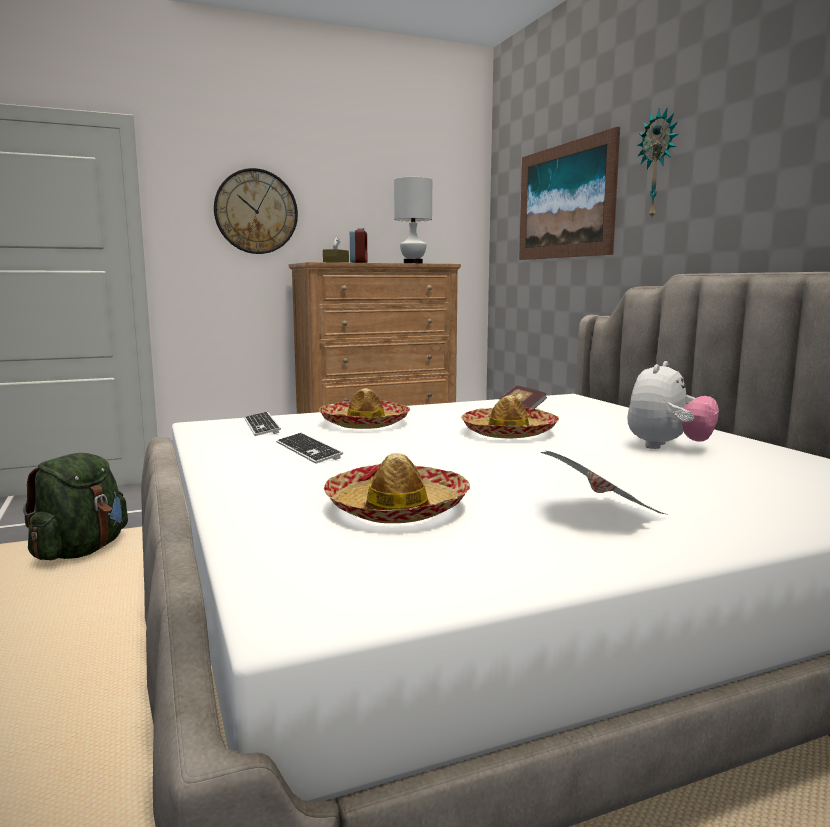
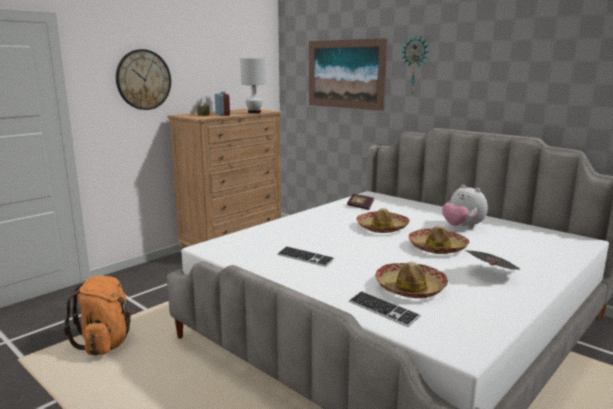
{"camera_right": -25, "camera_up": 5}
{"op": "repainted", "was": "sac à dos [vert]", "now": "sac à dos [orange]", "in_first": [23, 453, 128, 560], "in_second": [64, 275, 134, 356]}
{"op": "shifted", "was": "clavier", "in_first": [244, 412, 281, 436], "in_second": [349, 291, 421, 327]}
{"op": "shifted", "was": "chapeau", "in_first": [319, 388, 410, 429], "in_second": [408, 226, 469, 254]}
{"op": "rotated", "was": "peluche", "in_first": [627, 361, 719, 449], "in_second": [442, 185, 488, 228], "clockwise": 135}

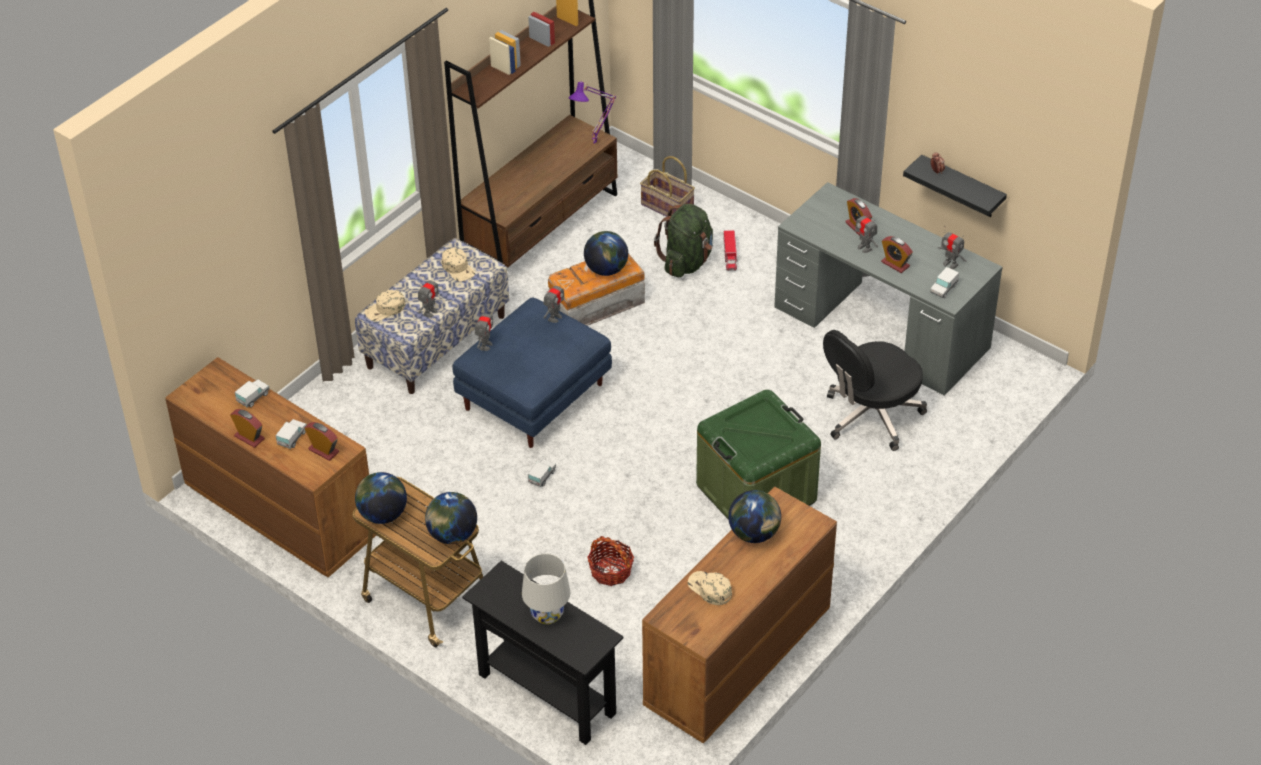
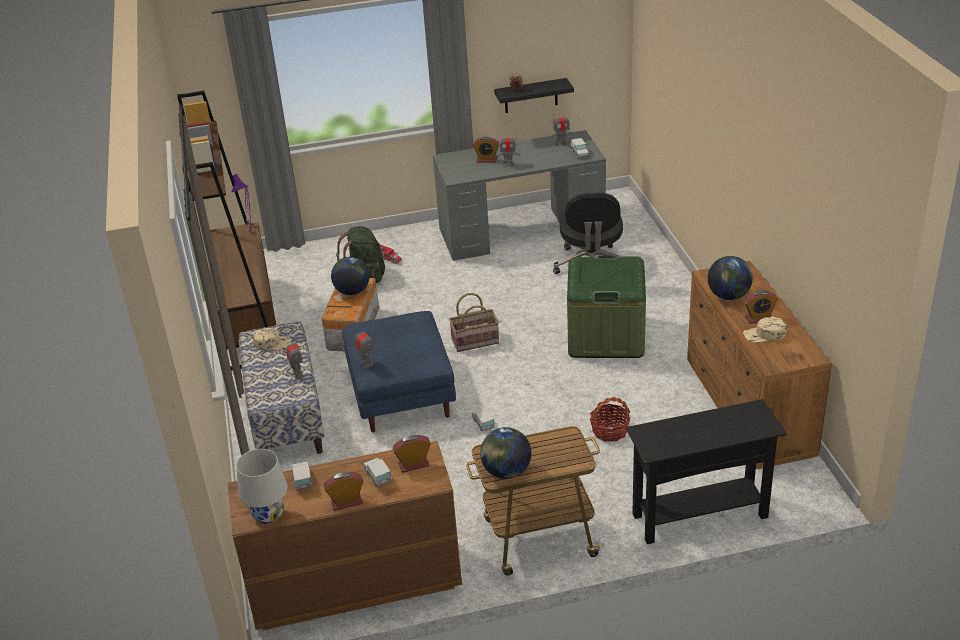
{"camera_right": -50, "camera_up": -10}
{"op": "gone", "was": "casquette [beige]", "in_first": [364, 290, 405, 321]}
{"op": "gone", "was": "globe", "in_first": [425, 492, 477, 544]}
{"op": "shifted", "was": "lampe de table [blanc]", "in_first": [522, 553, 570, 624], "in_second": [236, 449, 288, 524]}
{"op": "gone", "was": "robot jouet", "in_first": [544, 279, 564, 323]}
{"op": "shifted", "was": "panier", "in_first": [640, 156, 695, 217], "in_second": [449, 293, 499, 352]}
{"op": "shifted", "was": "réveil", "in_first": [881, 236, 913, 273], "in_second": [744, 290, 778, 324]}

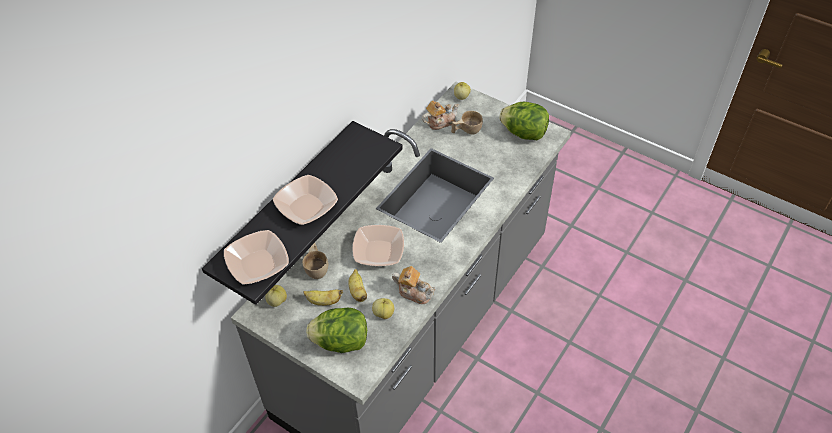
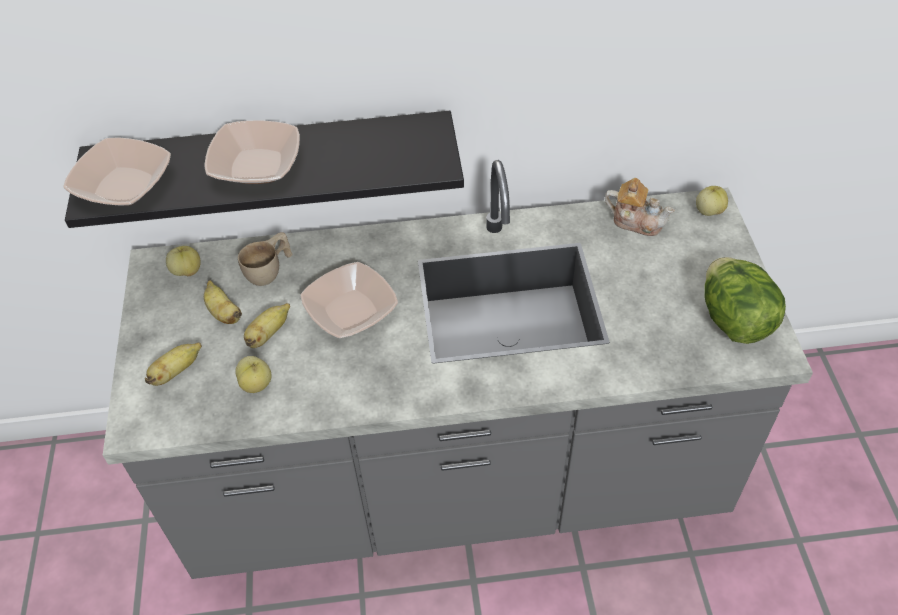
{"camera_right": 50, "camera_up": 0}
{"op": "swapped", "was": "laitue", "now": "banane", "in_first": [306, 308, 367, 353], "in_second": [145, 343, 202, 386]}
{"op": "gone", "was": "théière", "in_first": [392, 266, 435, 304]}
{"op": "gone", "was": "tasse [beige]", "in_first": [451, 111, 483, 134]}

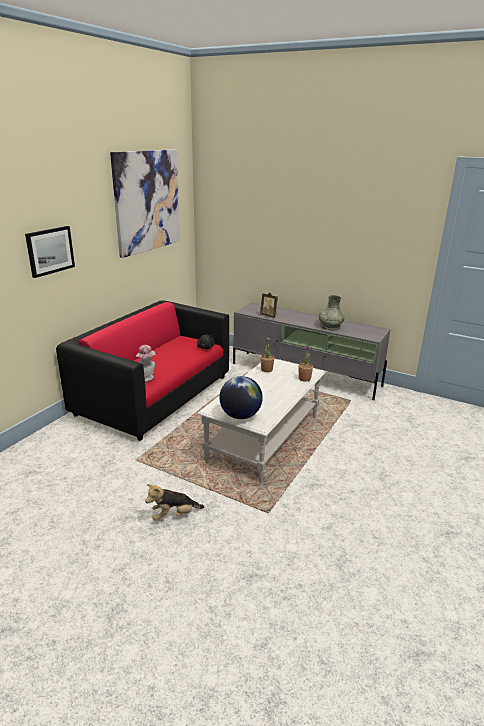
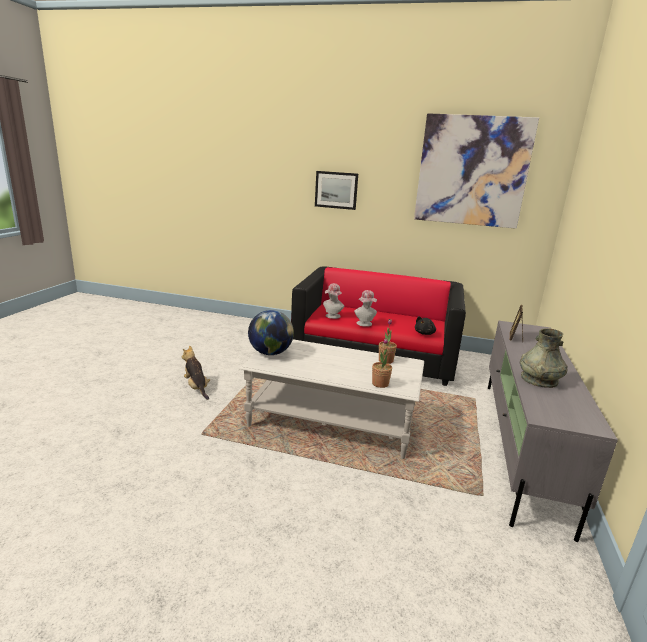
{"camera_right": 75, "camera_up": -5}
{"op": "new", "now": "chapeau", "in_second": [354, 290, 377, 327]}

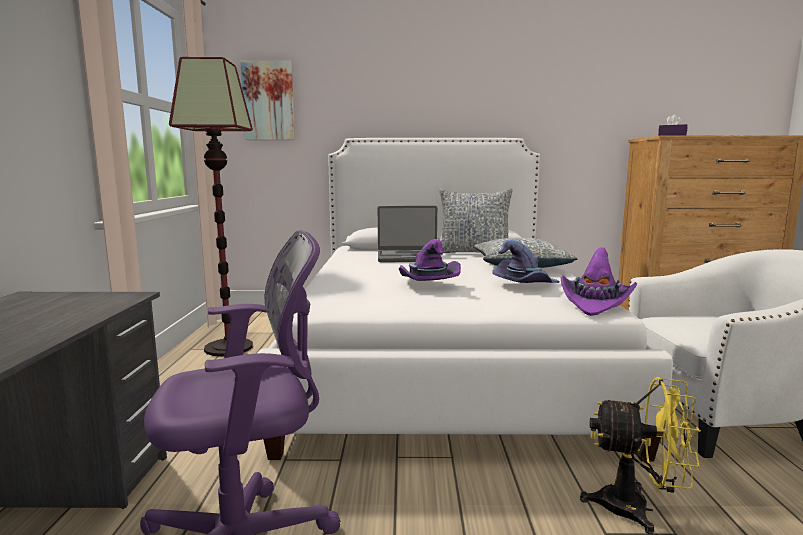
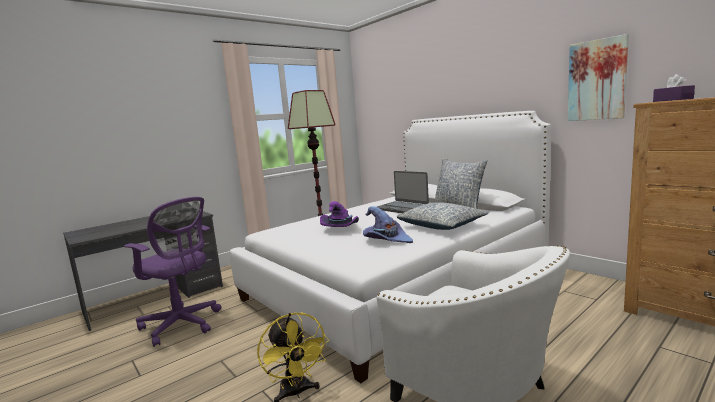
{"camera_right": 50, "camera_up": 0}
{"op": "shifted", "was": "tableau", "in_first": [240, 61, 295, 140], "in_second": [568, 34, 629, 121]}
{"op": "gone", "was": "chapeau [violet]", "in_first": [561, 248, 637, 316]}

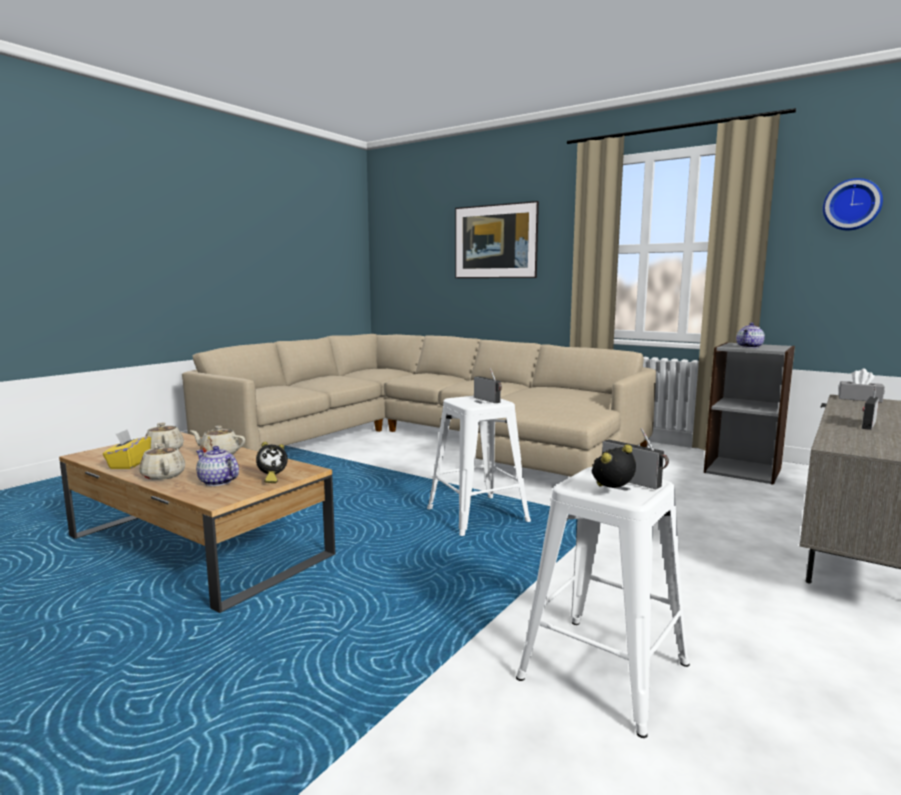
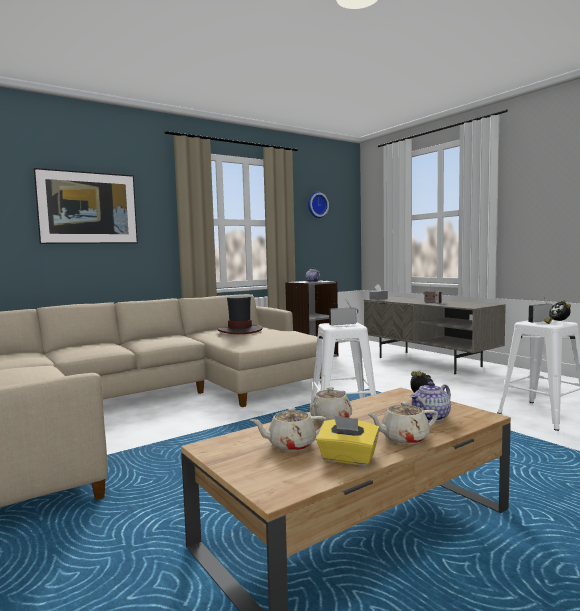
{"camera_right": -70, "camera_up": -5}
{"op": "new", "now": "chapeau", "in_second": [217, 296, 263, 334]}

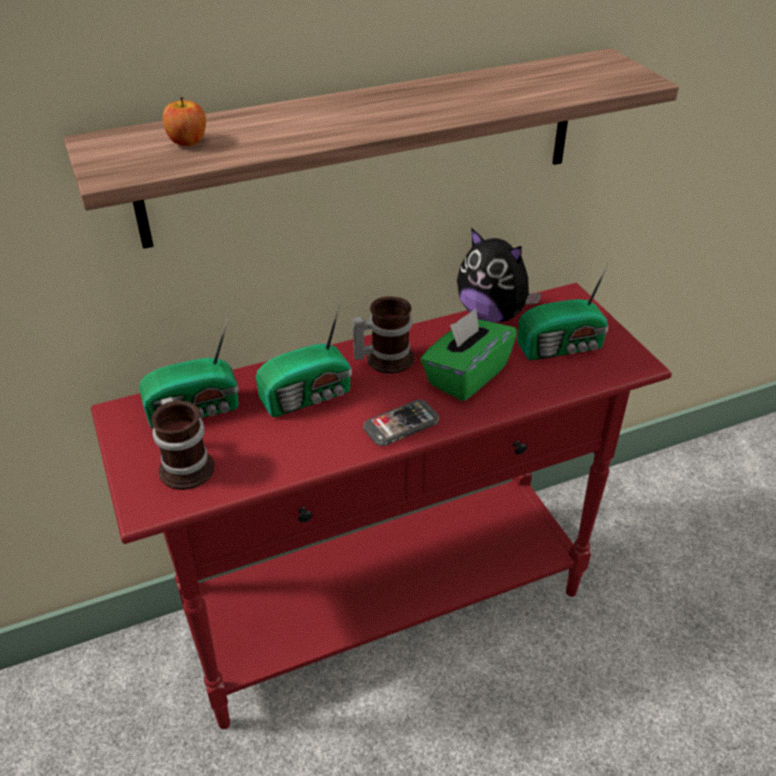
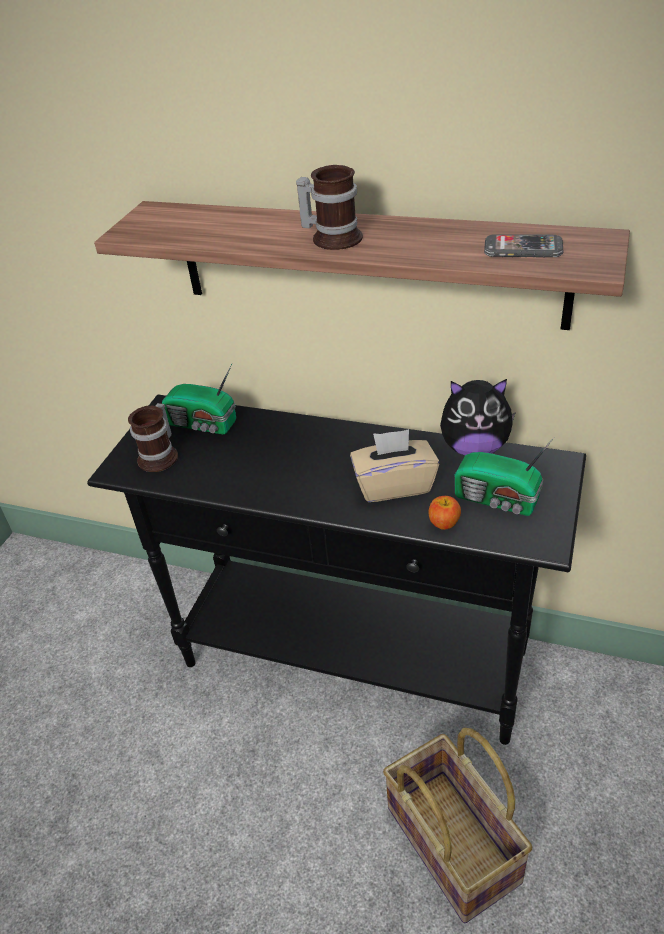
{"camera_right": 45, "camera_up": 0}
{"op": "repainted", "was": "table console [rouge]", "now": "table console [noir]", "in_first": [91, 283, 672, 729], "in_second": [87, 395, 586, 745]}
{"op": "shifted", "was": "pomme", "in_first": [163, 97, 206, 146], "in_second": [428, 496, 461, 530]}
{"op": "gone", "was": "radio", "in_first": [256, 302, 352, 417]}
{"op": "shifted", "was": "mug", "in_first": [353, 296, 414, 374], "in_second": [296, 165, 363, 250]}
{"op": "shifted", "was": "téléphone", "in_first": [363, 399, 439, 446], "in_second": [484, 234, 563, 258]}
{"op": "repainted", "was": "boîte à mouchoirs [vert]", "now": "boîte à mouchoirs [beige]", "in_first": [420, 308, 517, 401], "in_second": [350, 429, 439, 502]}
{"op": "rotated", "was": "peluche", "in_first": [457, 229, 542, 322], "in_second": [440, 379, 516, 455], "clockwise": -75}
{"op": "new", "now": "panier", "in_second": [383, 728, 532, 923]}

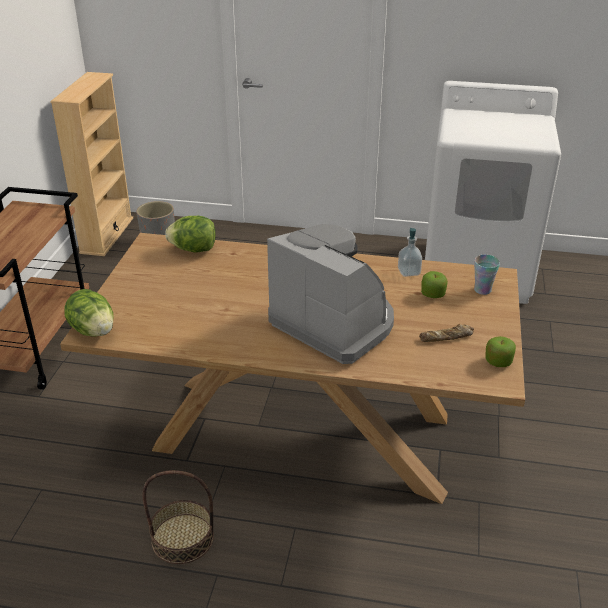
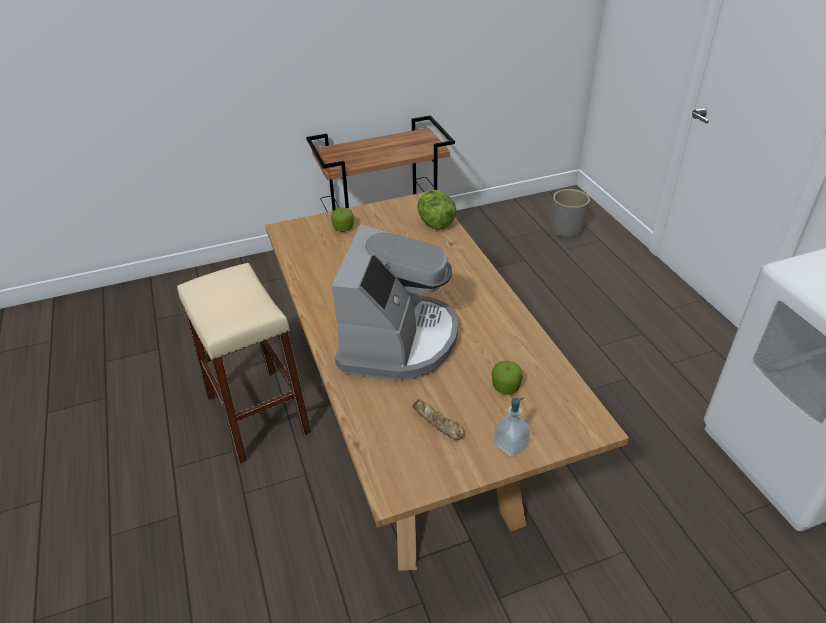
{"camera_right": 60, "camera_up": 5}
{"op": "gone", "was": "bibliothèque [beige]", "in_first": [50, 72, 133, 256]}
{"op": "gone", "was": "laitue", "in_first": [64, 289, 113, 337]}
{"op": "swapped", "was": "panier", "now": "tabouret [beige]", "in_first": [142, 470, 214, 564], "in_second": [177, 263, 311, 463]}
{"op": "shifted", "was": "distributeur de savon", "in_first": [398, 228, 422, 277], "in_second": [494, 398, 530, 457]}
{"op": "gone", "was": "tasse", "in_first": [474, 255, 500, 295]}
{"op": "shifted", "was": "pomme", "in_first": [485, 336, 516, 367], "in_second": [331, 207, 354, 232]}

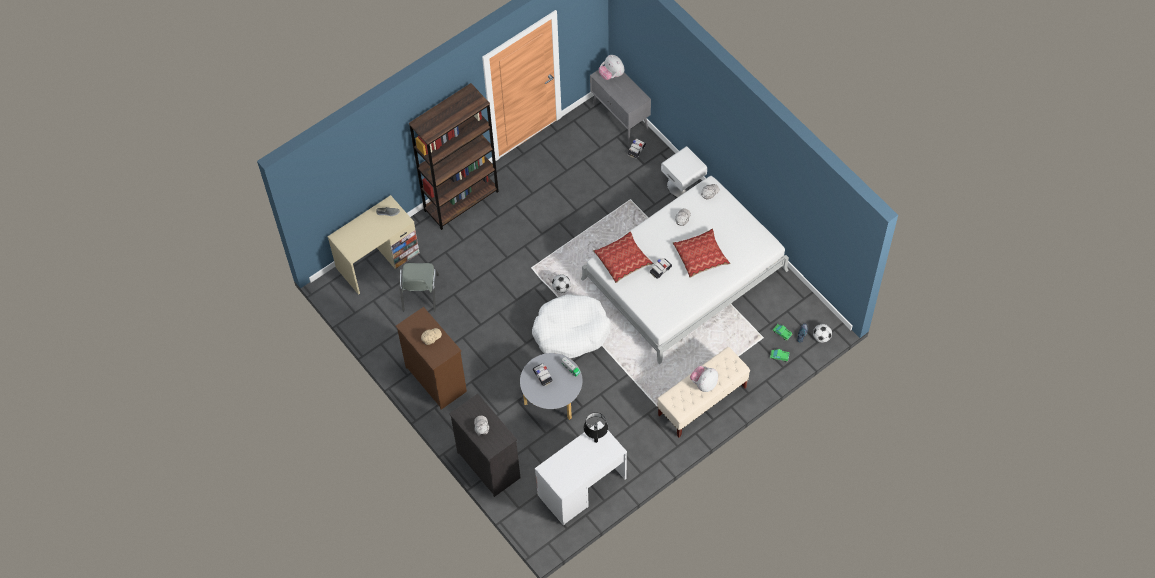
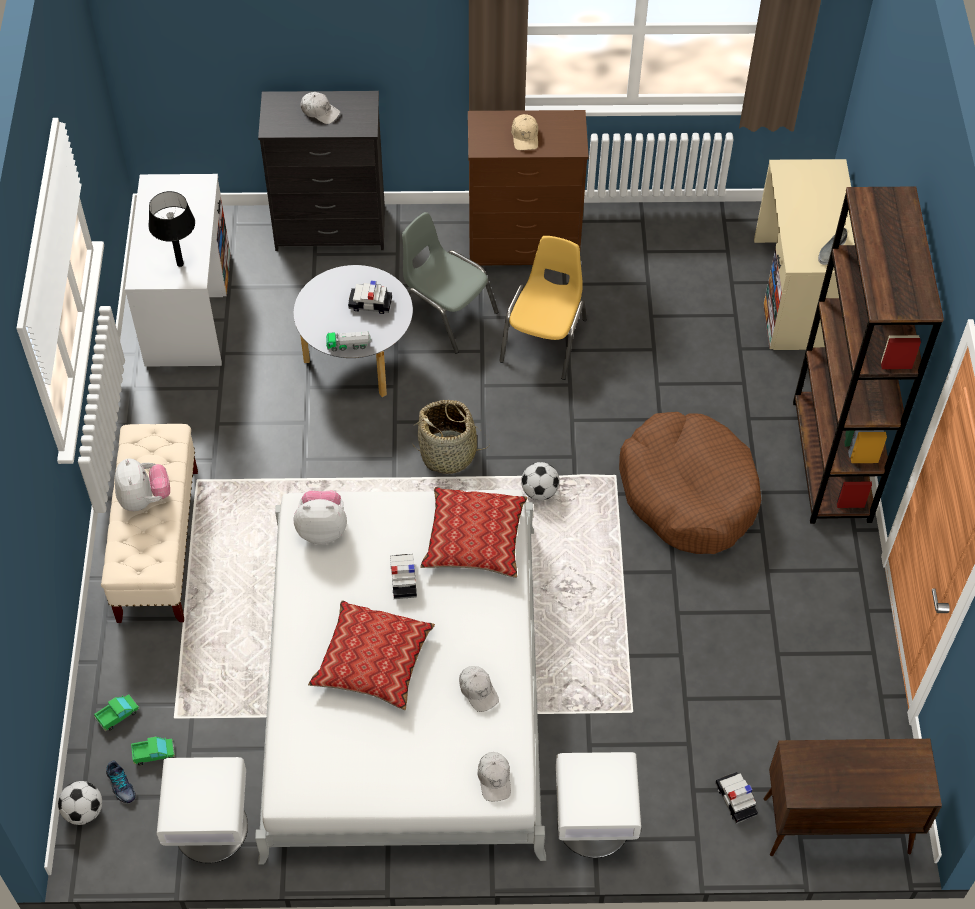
{"camera_right": 125, "camera_up": -5}
{"op": "shifted", "was": "chaise [gris]", "in_first": [400, 263, 439, 311], "in_second": [402, 212, 499, 353]}
{"op": "swapped", "was": "panier pour chien [blanc]", "now": "panier", "in_first": [532, 294, 611, 358], "in_second": [413, 400, 490, 474]}
{"op": "repainted", "was": "meuble de rangement [gris]", "now": "meuble de rangement [marron]", "in_first": [590, 70, 651, 143], "in_second": [764, 739, 942, 856]}
{"op": "shifted", "was": "peluche", "in_first": [599, 55, 624, 80], "in_second": [294, 491, 347, 544]}
{"op": "new", "now": "table de chevet [blanc]", "in_second": [157, 757, 248, 863]}
{"op": "new", "now": "chaise [jaune]", "in_second": [499, 236, 587, 380]}
{"op": "new", "now": "panier pour chien [marron]", "in_second": [619, 412, 761, 554]}

